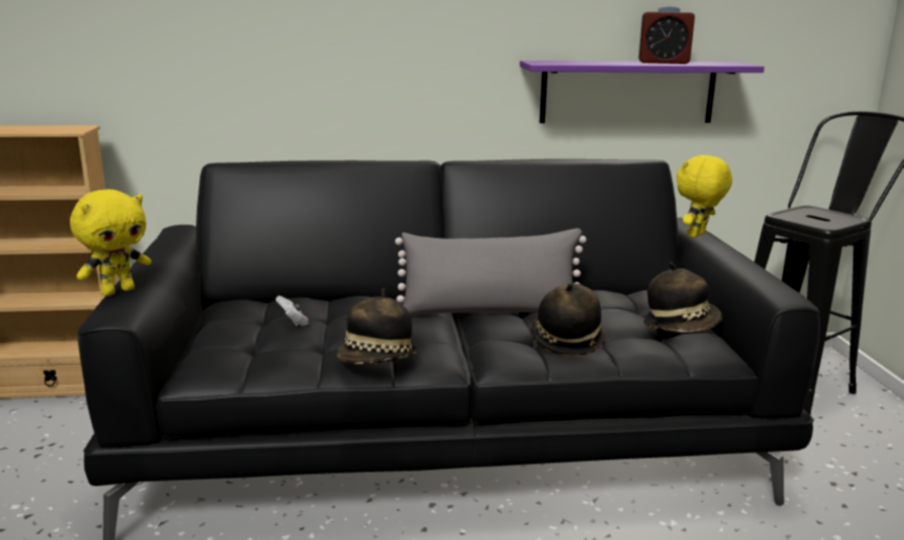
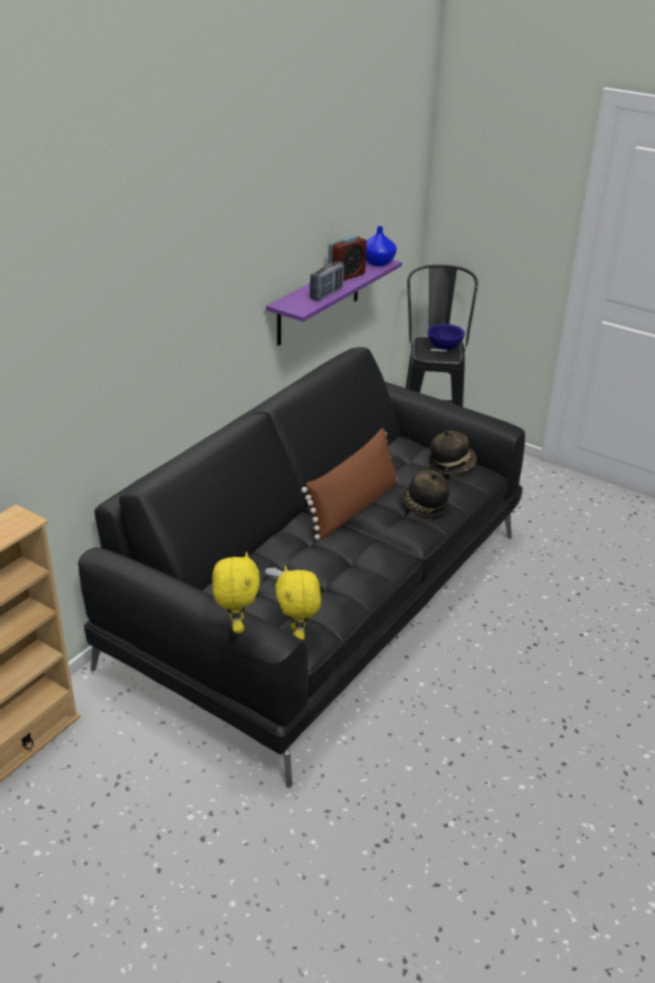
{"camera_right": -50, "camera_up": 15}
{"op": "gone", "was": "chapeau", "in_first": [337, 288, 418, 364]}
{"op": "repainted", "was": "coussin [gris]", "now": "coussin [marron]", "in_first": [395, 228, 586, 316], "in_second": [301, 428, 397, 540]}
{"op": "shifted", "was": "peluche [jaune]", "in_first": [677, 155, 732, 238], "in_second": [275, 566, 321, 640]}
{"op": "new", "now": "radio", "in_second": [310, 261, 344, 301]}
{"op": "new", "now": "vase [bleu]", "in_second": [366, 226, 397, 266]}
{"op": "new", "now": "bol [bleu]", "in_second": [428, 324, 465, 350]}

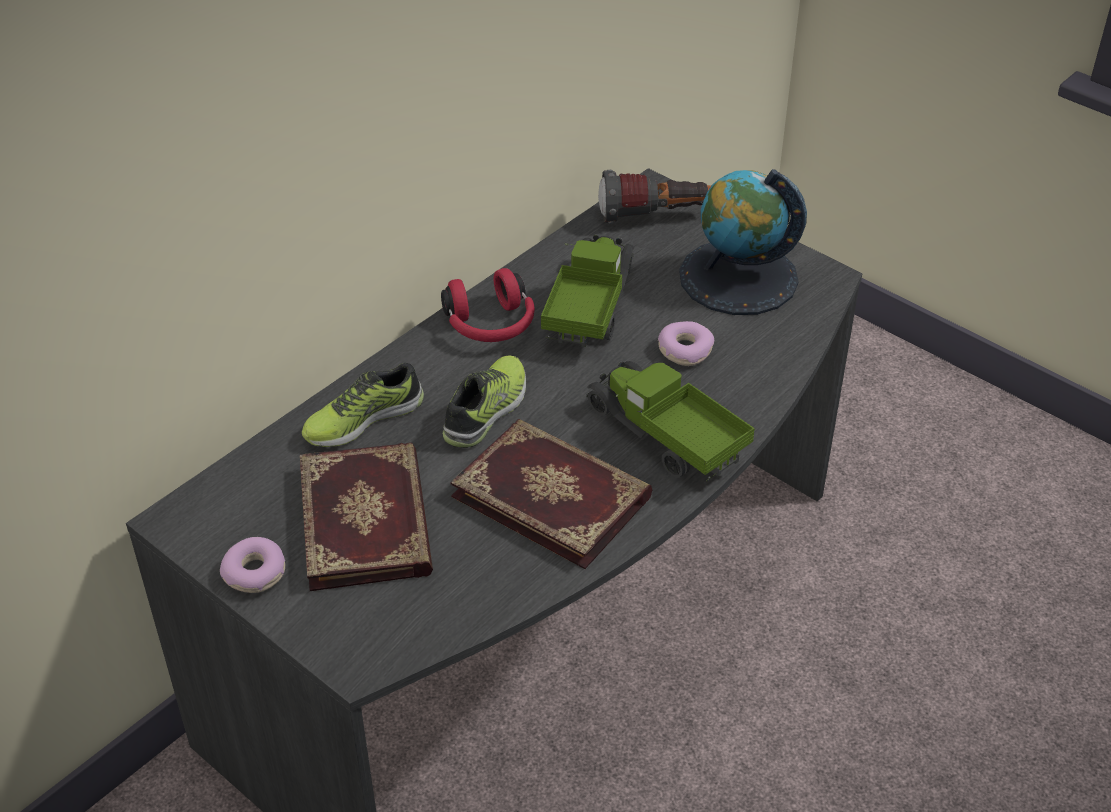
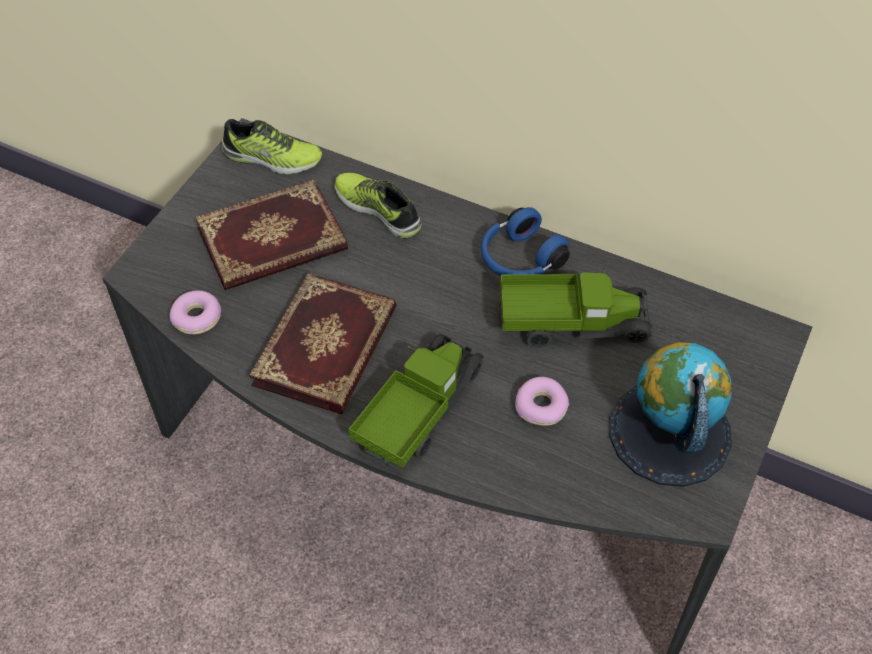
{"camera_right": 75, "camera_up": 10}
{"op": "shifted", "was": "beignet", "in_first": [220, 537, 285, 593], "in_second": [169, 291, 221, 334]}
{"op": "repainted", "was": "casque audio [rouge]", "now": "casque audio [bleu]", "in_first": [441, 268, 535, 342], "in_second": [481, 207, 570, 276]}
{"op": "shifted", "was": "chaussure", "in_first": [443, 355, 526, 448], "in_second": [222, 119, 322, 174]}
{"op": "gone", "was": "lampe de poche", "in_first": [598, 170, 712, 224]}

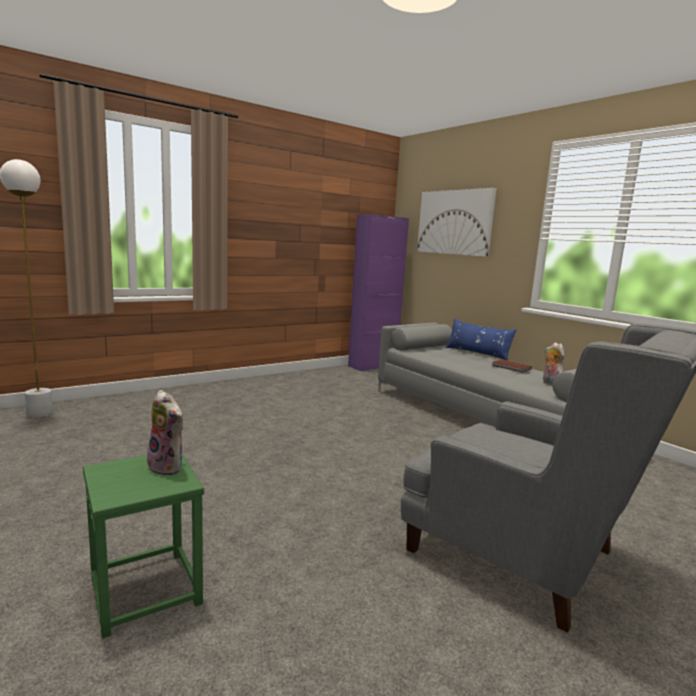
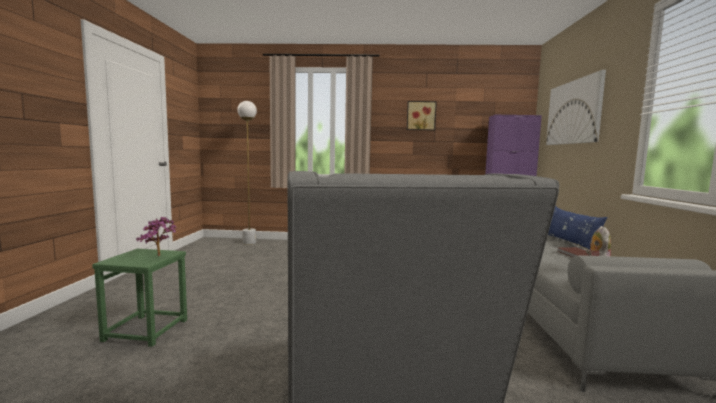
{"camera_right": 40, "camera_up": -5}
{"op": "swapped", "was": "peluche", "now": "plante en pot", "in_first": [147, 390, 183, 476], "in_second": [136, 217, 176, 256]}
{"op": "new", "now": "tableau", "in_second": [407, 101, 437, 131]}

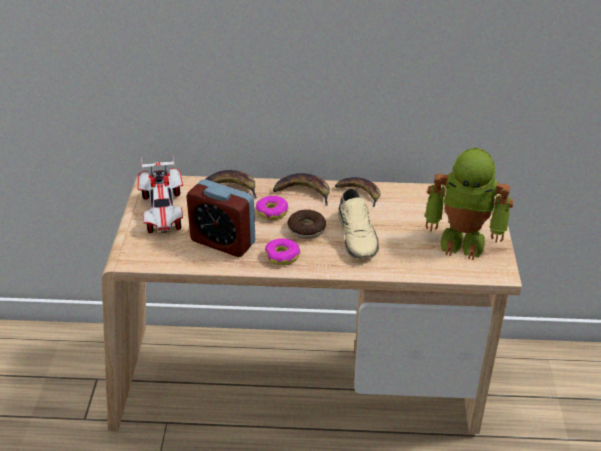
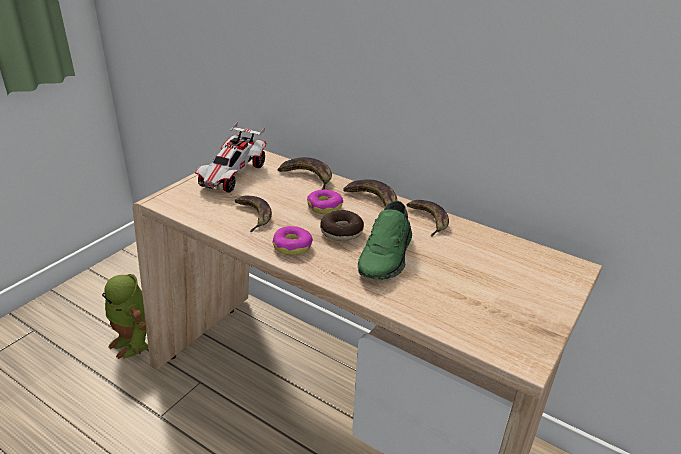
{"camera_right": 30, "camera_up": -5}
{"op": "swapped", "was": "réveil", "now": "banane", "in_first": [186, 179, 255, 257], "in_second": [235, 196, 272, 232]}
{"op": "repainted", "was": "chaussure [beige]", "now": "chaussure [vert]", "in_first": [338, 189, 379, 258], "in_second": [358, 201, 412, 280]}
{"op": "shifted", "was": "robot jouet", "in_first": [425, 147, 514, 260], "in_second": [102, 274, 148, 359]}

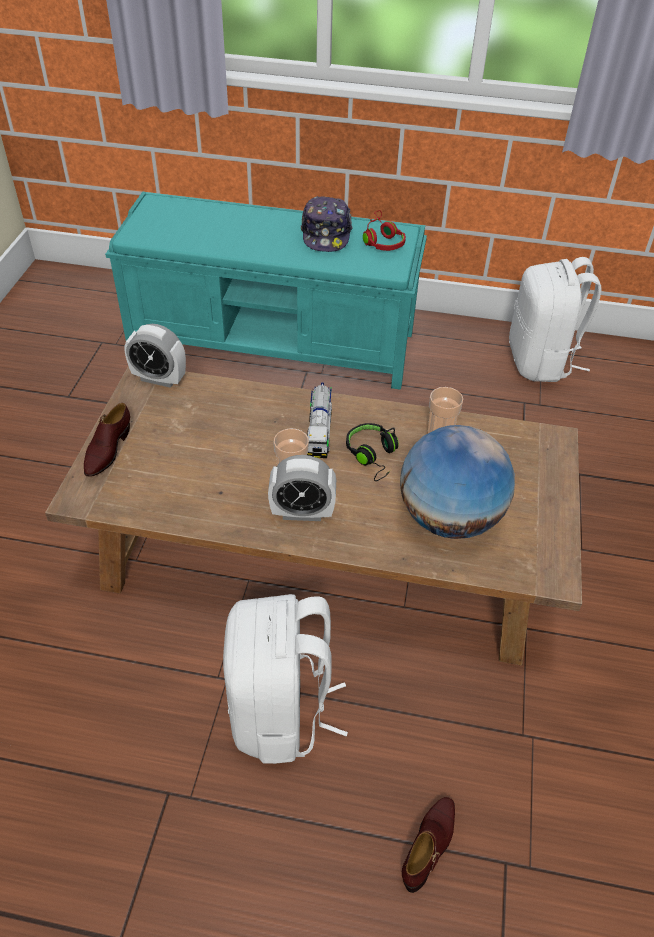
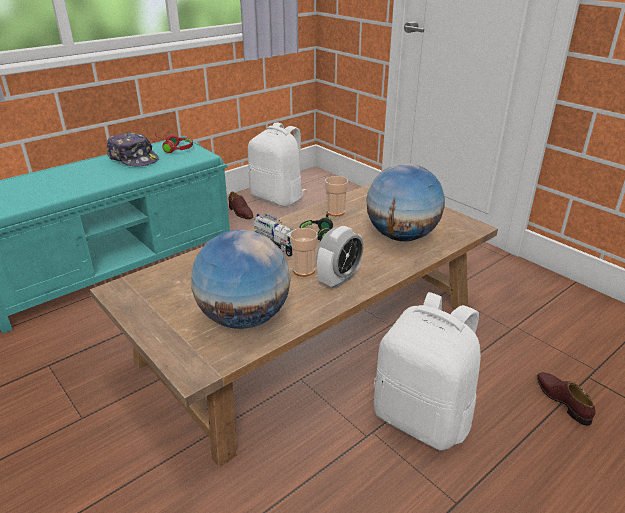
{"camera_right": -50, "camera_up": -15}
{"op": "shifted", "was": "chaussure [marron]", "in_first": [84, 403, 130, 477], "in_second": [228, 192, 253, 219]}
{"op": "gone", "was": "réveil", "in_first": [124, 324, 186, 388]}
{"op": "new", "now": "globe", "in_second": [191, 230, 291, 329]}

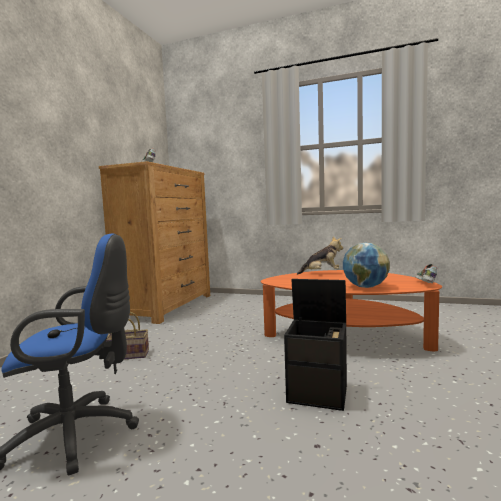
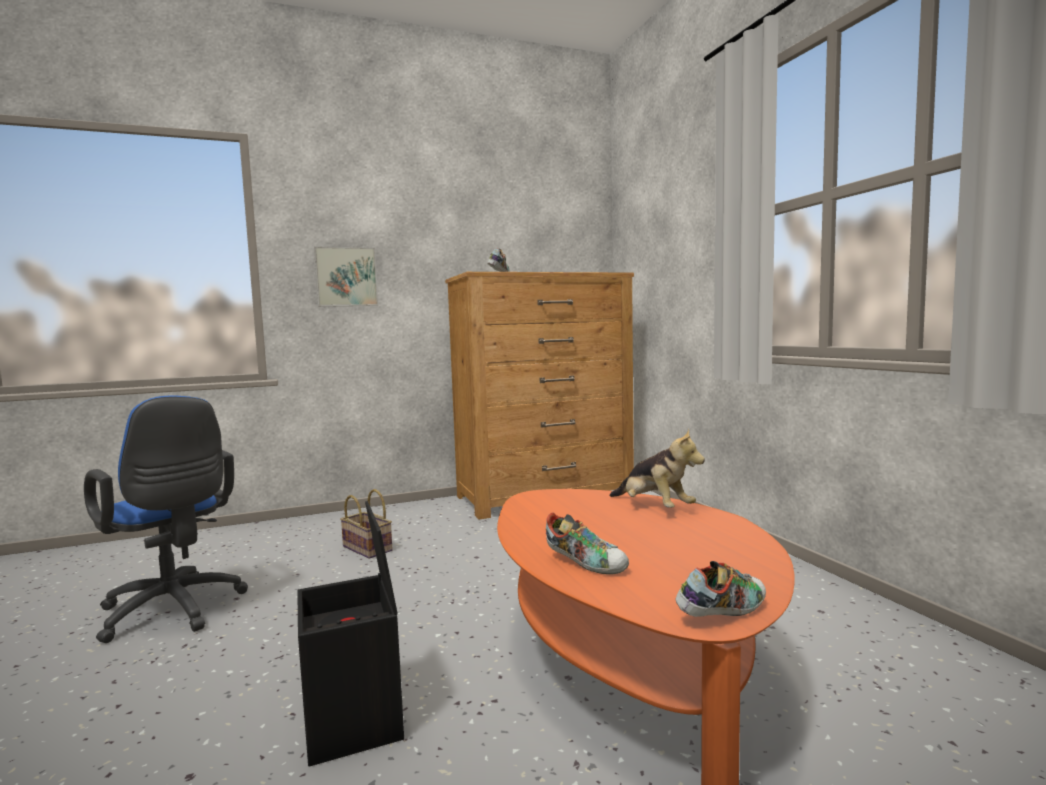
{"camera_right": 50, "camera_up": 0}
{"op": "swapped", "was": "globe", "now": "chaussure", "in_first": [343, 243, 390, 288], "in_second": [546, 512, 629, 575]}
{"op": "new", "now": "tableau", "in_second": [314, 246, 378, 307]}

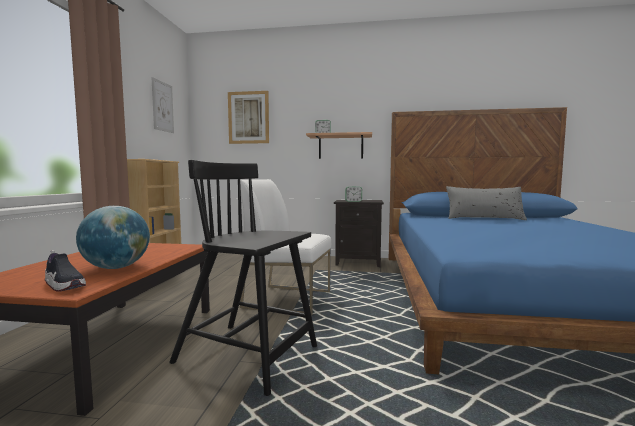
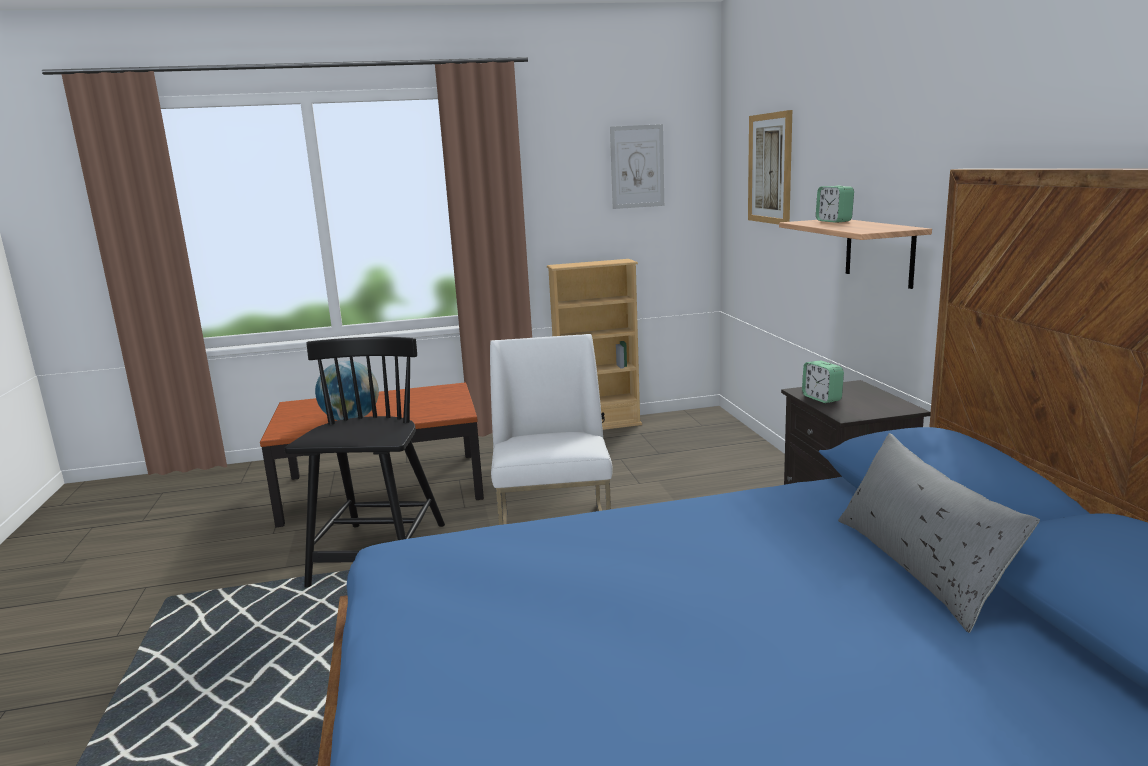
{"camera_right": 70, "camera_up": 10}
{"op": "gone", "was": "chaussure", "in_first": [45, 250, 86, 292]}

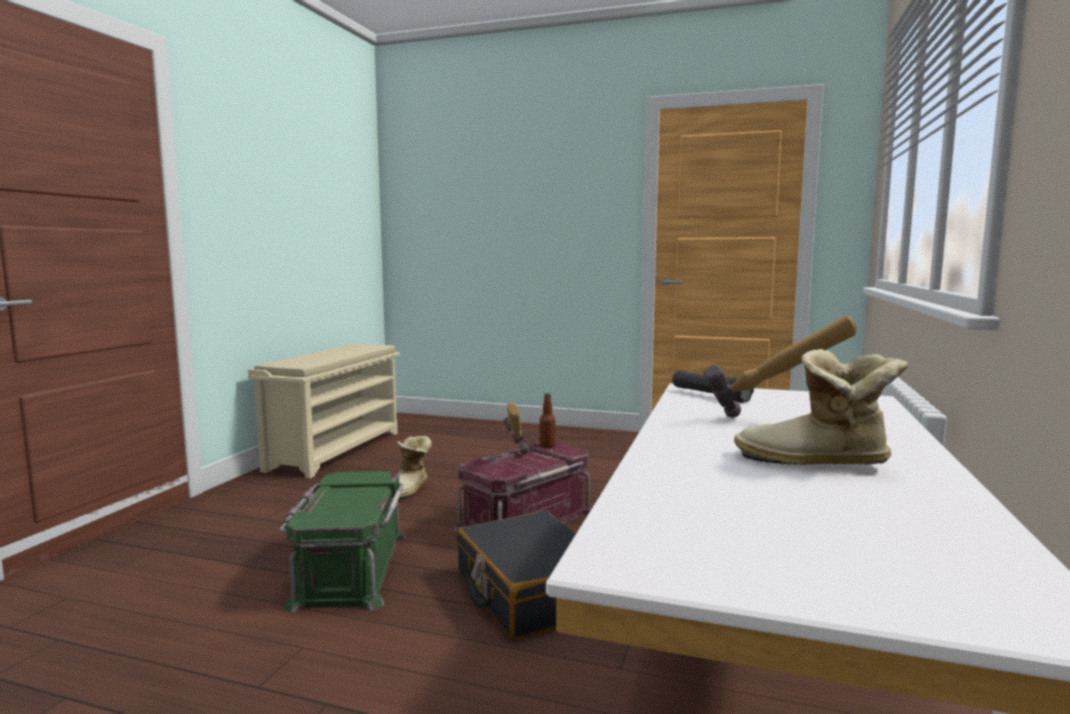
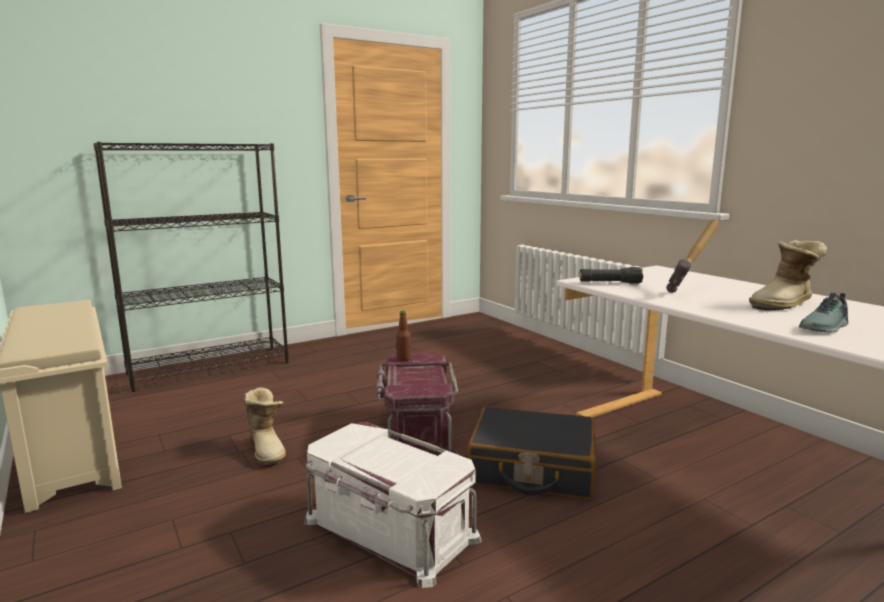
{"camera_right": -50, "camera_up": 5}
{"op": "repainted", "was": "boîte de rangement [vert]", "now": "boîte de rangement [blanc]", "in_first": [280, 471, 405, 613], "in_second": [304, 422, 482, 588]}
{"op": "gone", "was": "marteau", "in_first": [503, 403, 529, 454]}
{"op": "new", "now": "bibliothèque [noir]", "in_second": [94, 142, 289, 392]}
{"op": "new", "now": "chaussure", "in_second": [799, 293, 848, 332]}

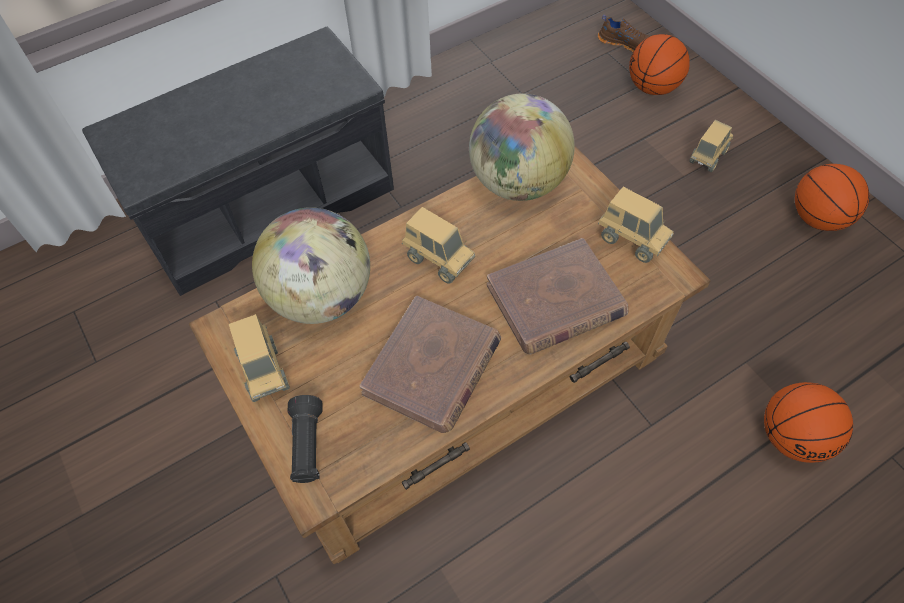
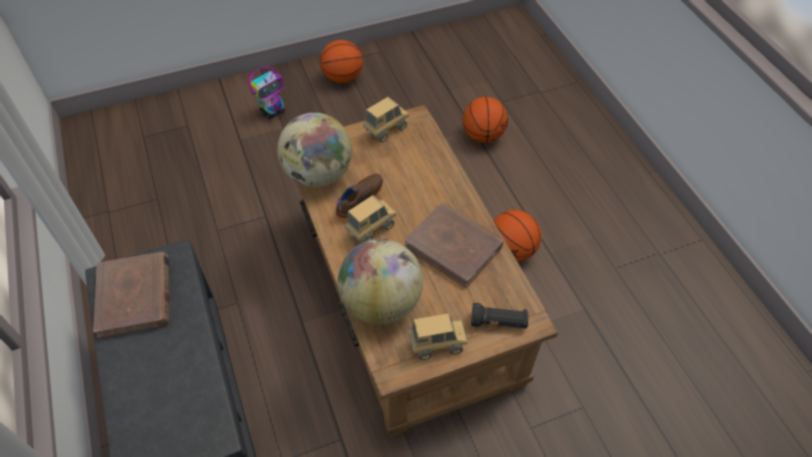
{"camera_right": -80, "camera_up": -5}
{"op": "shifted", "was": "livre [marron]", "in_first": [487, 238, 628, 355], "in_second": [93, 252, 170, 339]}
{"op": "shifted", "was": "chaussure [marron]", "in_first": [598, 15, 650, 52], "in_second": [335, 174, 383, 222]}
{"op": "shifted", "was": "ballon de basket", "in_first": [629, 34, 690, 95], "in_second": [494, 210, 541, 262]}
{"op": "swapped", "was": "camion jouet", "now": "robot jouet", "in_first": [689, 120, 733, 172], "in_second": [249, 67, 285, 119]}

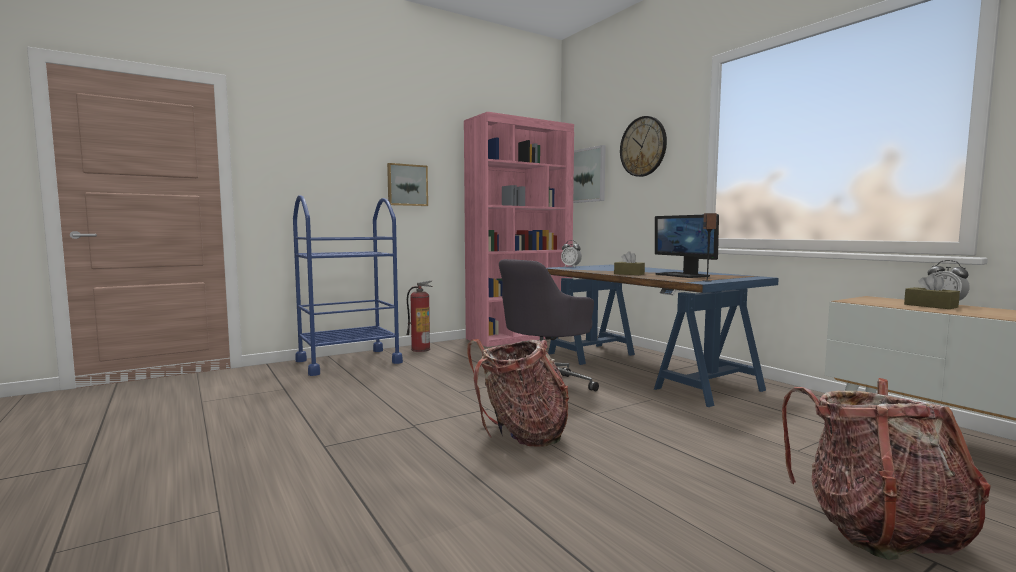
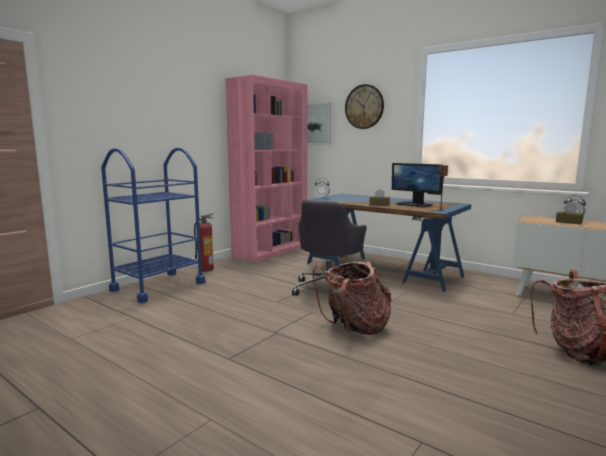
{"camera_right": -20, "camera_up": 5}
{"op": "gone", "was": "tableau", "in_first": [387, 163, 428, 206]}

